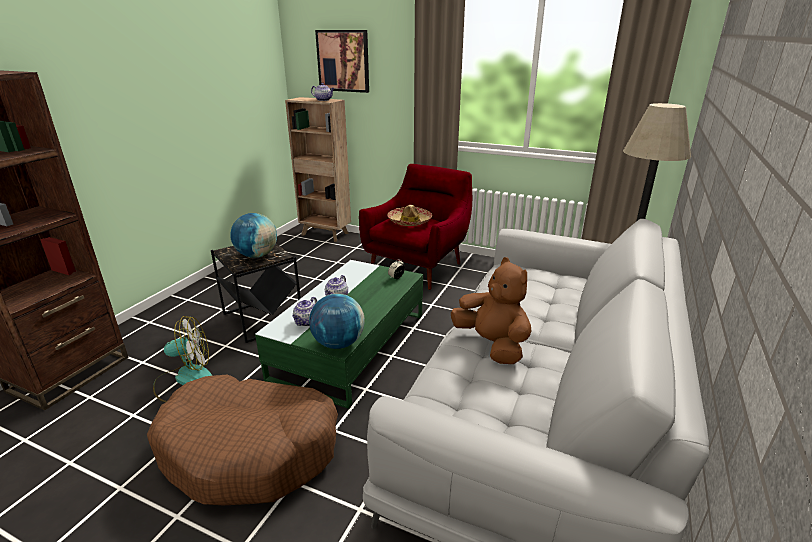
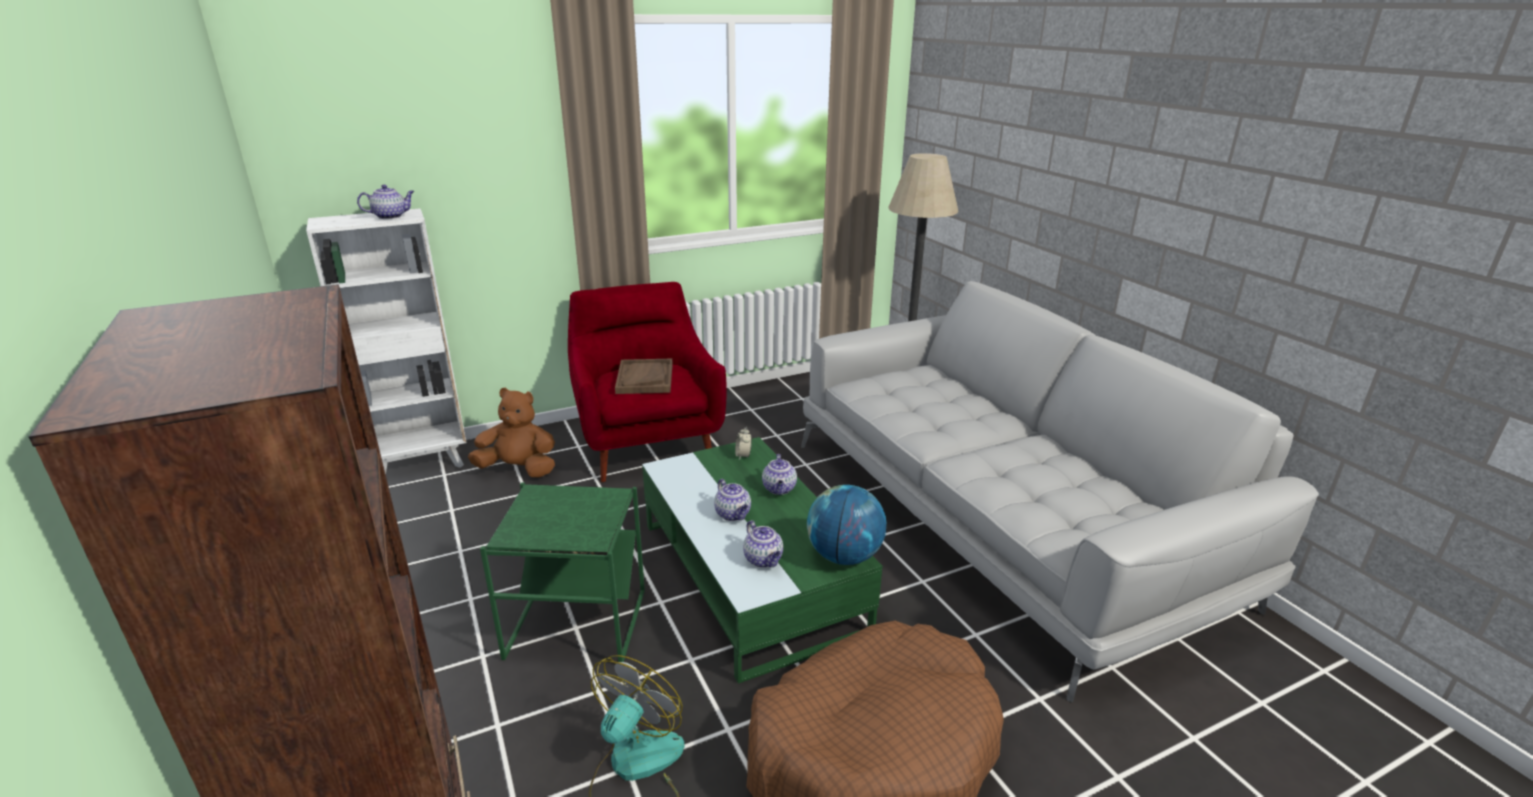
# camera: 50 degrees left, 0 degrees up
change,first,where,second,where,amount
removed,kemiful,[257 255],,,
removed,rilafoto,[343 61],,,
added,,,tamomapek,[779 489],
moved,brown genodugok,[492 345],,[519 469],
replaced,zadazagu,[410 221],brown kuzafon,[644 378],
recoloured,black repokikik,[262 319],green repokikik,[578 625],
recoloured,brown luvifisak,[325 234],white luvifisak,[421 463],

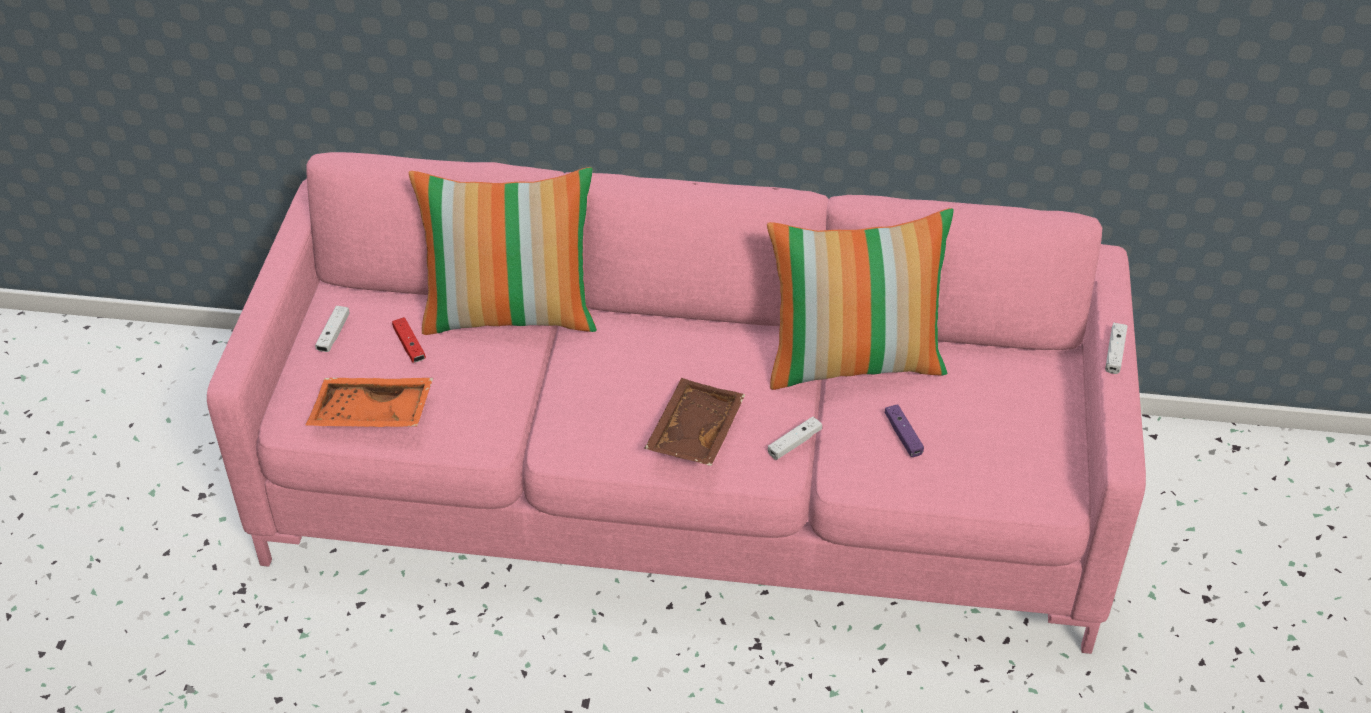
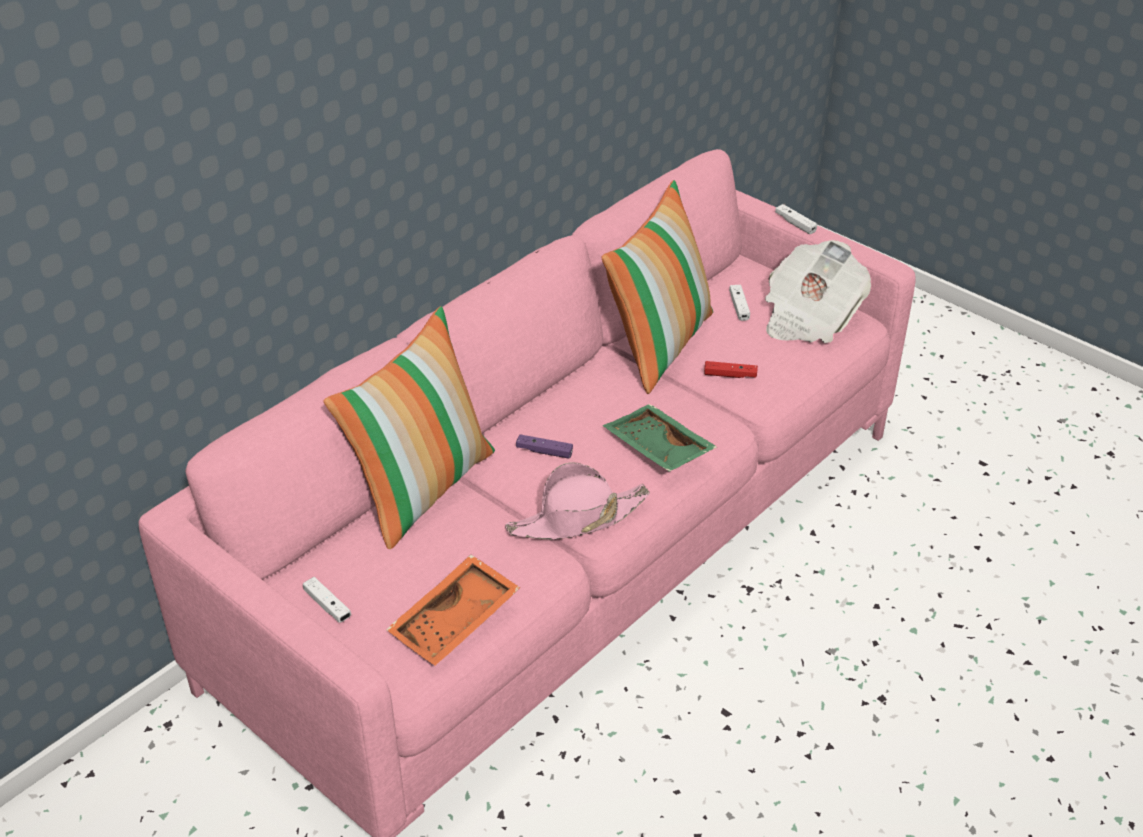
# camera: 55 degrees left, 5 degrees down
change,first,where,second,where,amount
added,,,pink zadazagu,[577 518],
added,,,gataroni,[809 317],
moved,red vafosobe,[409 345],,[730 375],
moved,white vafosobe,[794 443],,[739 307],
moved,purple vafosobe,[903 435],,[544 451],
recoloured,brown kuzafon,[693 432],green kuzafon,[656 449],

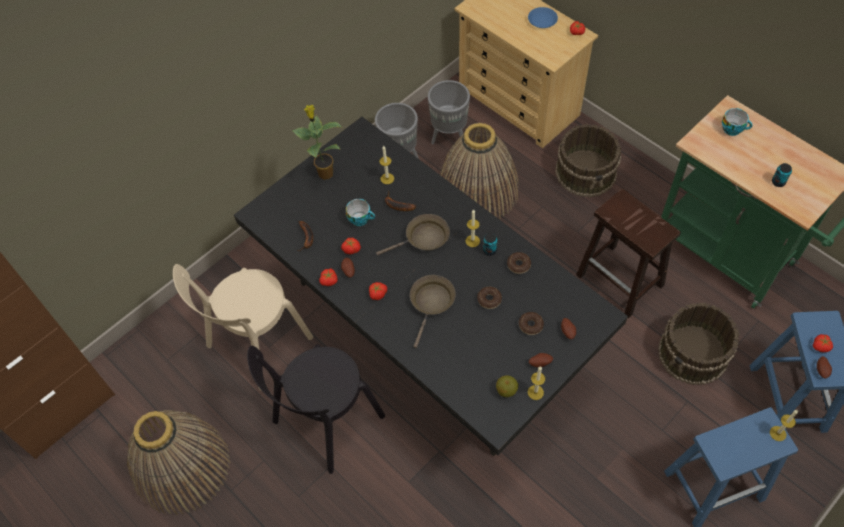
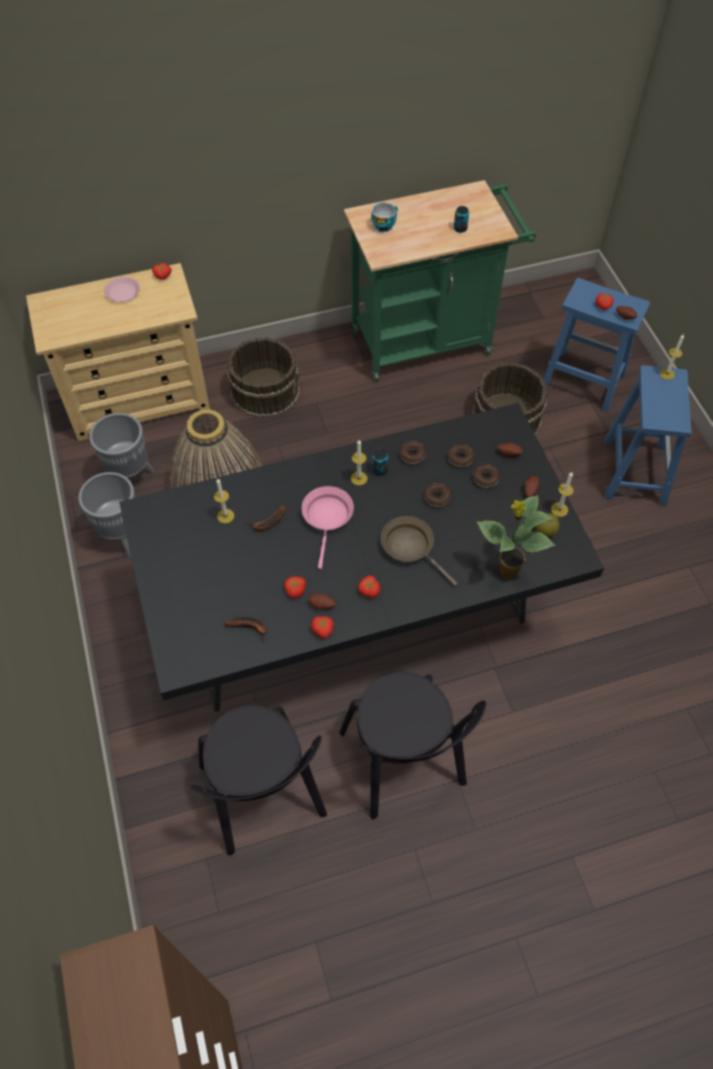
# camera: 65 degrees left, 0 degrees up
change,first,where,second,where,amount
removed,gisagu,[182 467],,,
removed,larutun,[361 219],,,
removed,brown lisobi,[621 281],,,
added,,,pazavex,[460 458],
moved,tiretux,[325 173],,[507 571],
recoloured,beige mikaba,[256 345],black mikaba,[264 796],
recoloured,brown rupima,[424 239],pink rupima,[327 518],
recoloured,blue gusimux,[542 20],pink gusimux,[122 292],

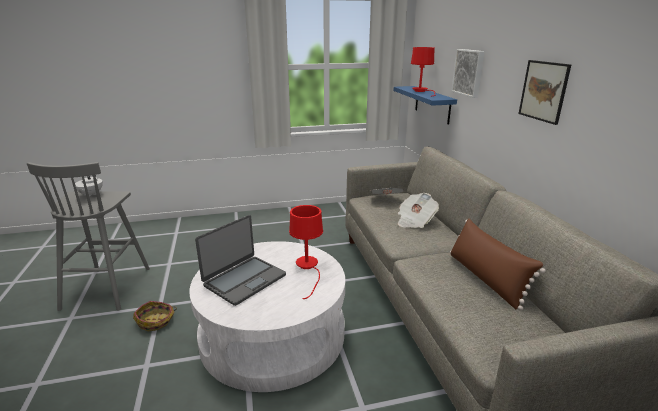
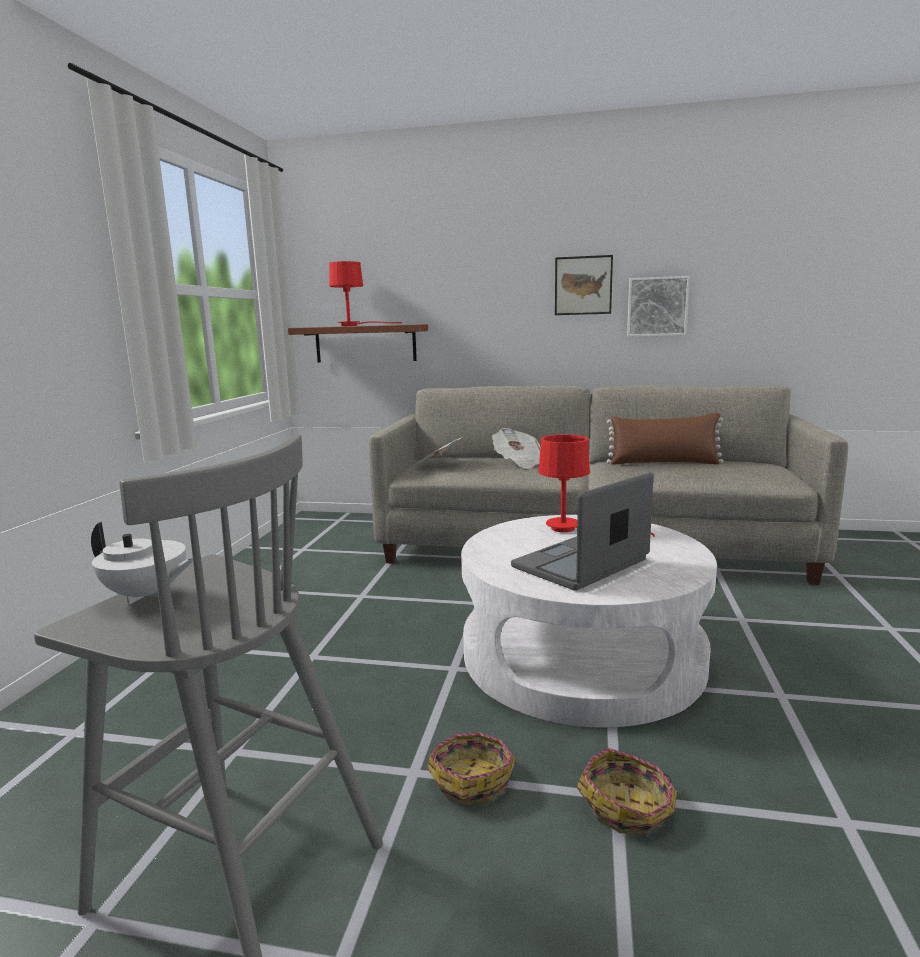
# camera: 65 degrees left, 10 degrees down
change,first,where,second,where,amount
added,,,gisagu,[628 806],
moved,rilafoto,[469 72],,[657 307],
recoloured,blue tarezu,[432 104],brown tarezu,[365 343],
turned,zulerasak,[244 280],,[581 564],105 degrees counterclockwise

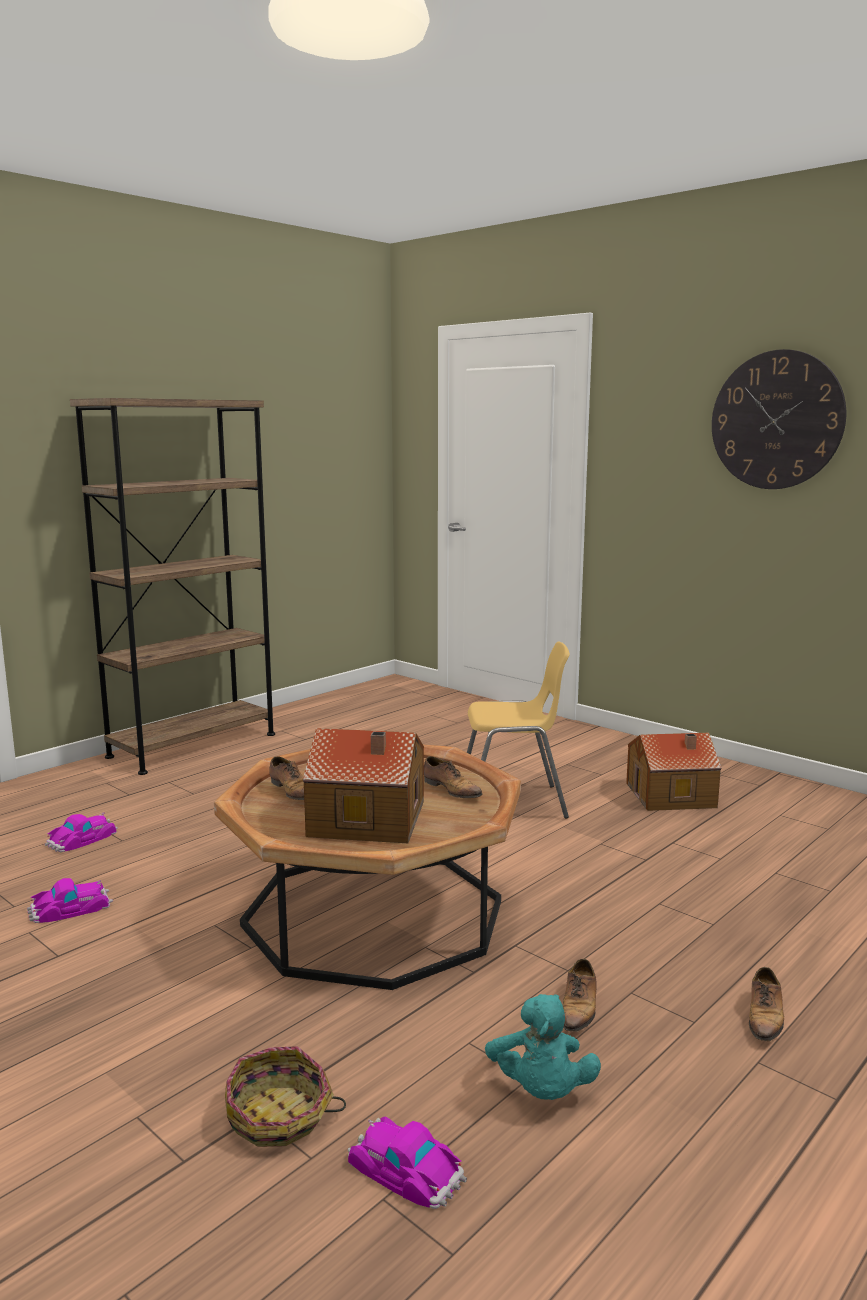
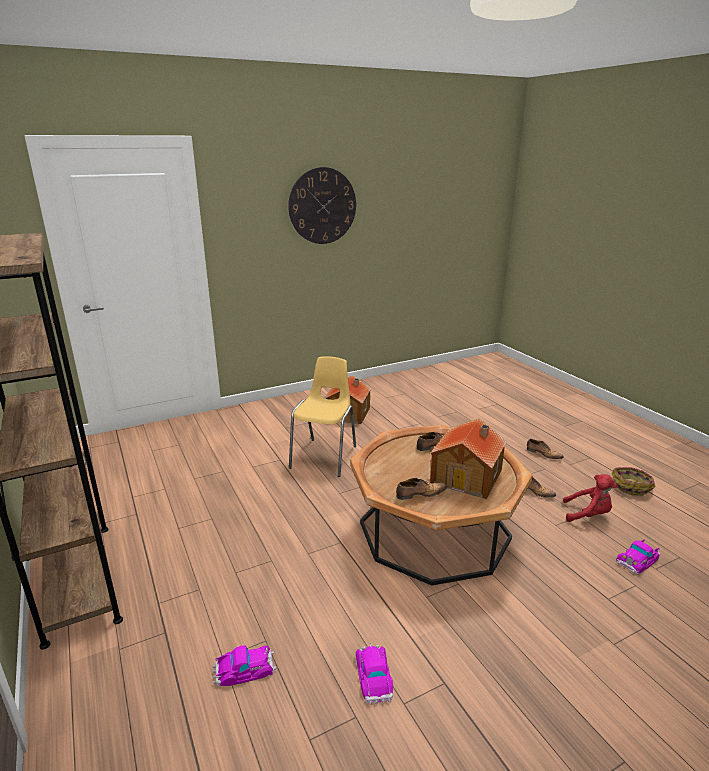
# camera: 70 degrees left, 10 degrees up
change,first,where,second,where,amount
moved,gisagu,[279 1116],,[631 486],
recoloured,turquoise genodugok,[541 1091],red genodugok,[588 515],
turned,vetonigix,[82 838],,[244 669],105 degrees clockwise

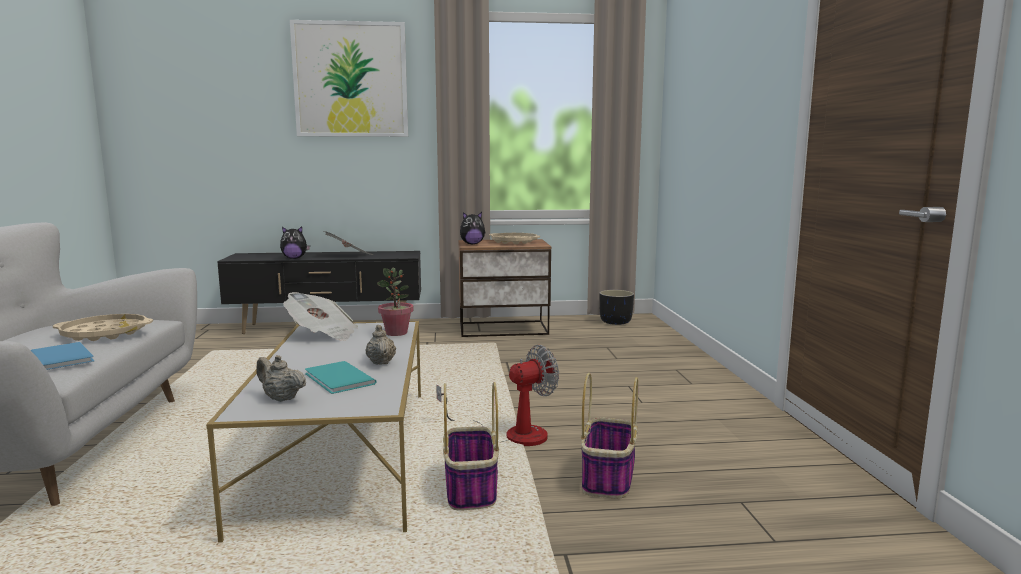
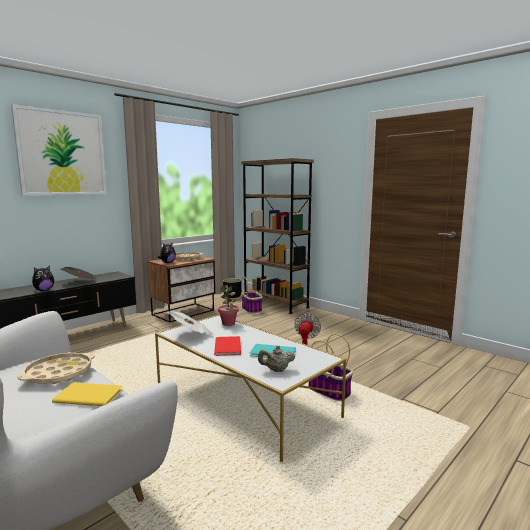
# camera: 40 degrees left, 0 degrees up
change,first,where,second,where,amount
removed,beige tamomapek,[381 362],,,
added,,,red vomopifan,[229 346],
added,,,brown luvifisak,[275 304],
moved,gisagu,[608 479],,[252 309],
recoloured,blue vomopifan,[64 357],yellow vomopifan,[88 395],

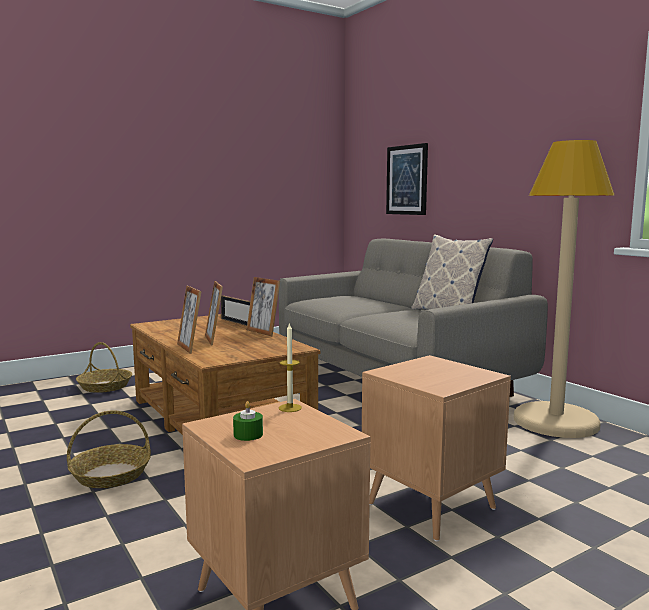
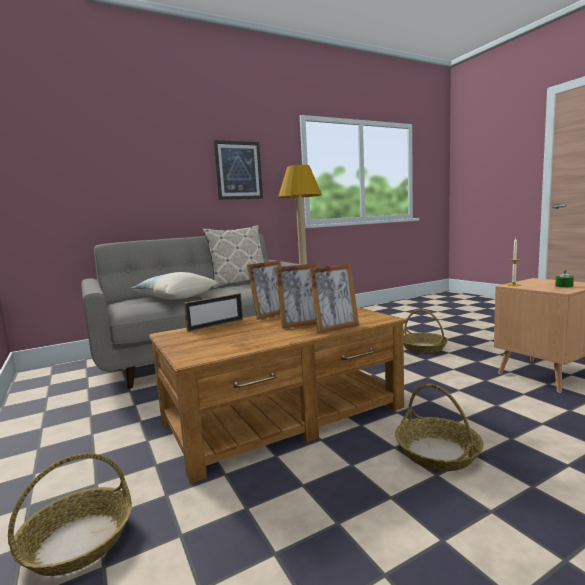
# camera: 85 degrees left, 0 degrees up
change,first,where,second,where,amount
added,,,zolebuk,[175 297],
moved,rilafoto,[407 180],,[238 170],
replaced,brown repokikik,[431 506],gisagu,[423 348],

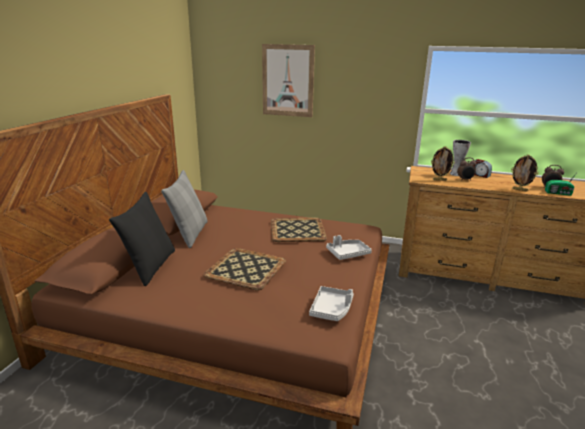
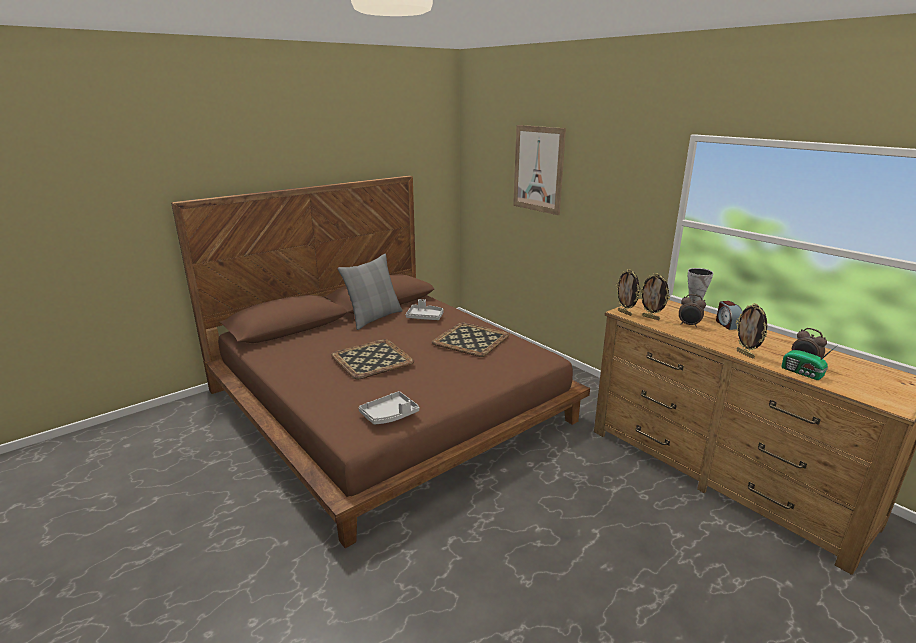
# camera: 35 degrees right, 0 degrees up
change,first,where,second,where,amount
removed,black zolebuk,[150 266],,,
added,,,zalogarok,[625 313],
moved,grey kuzafon,[347 253],,[425 317],

